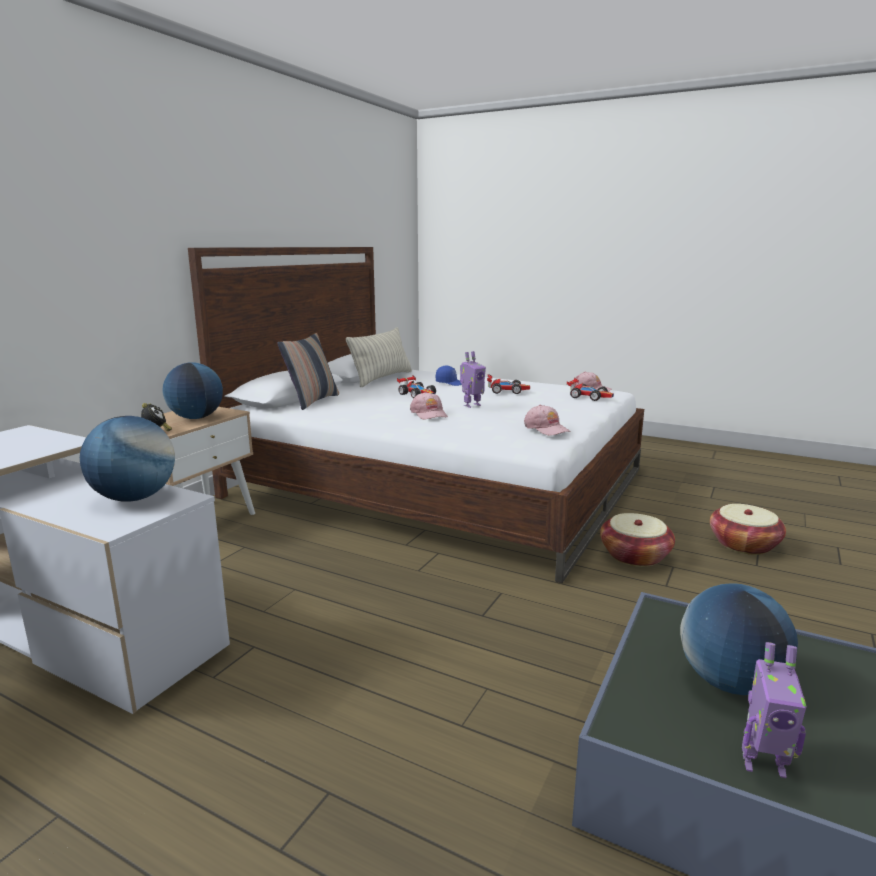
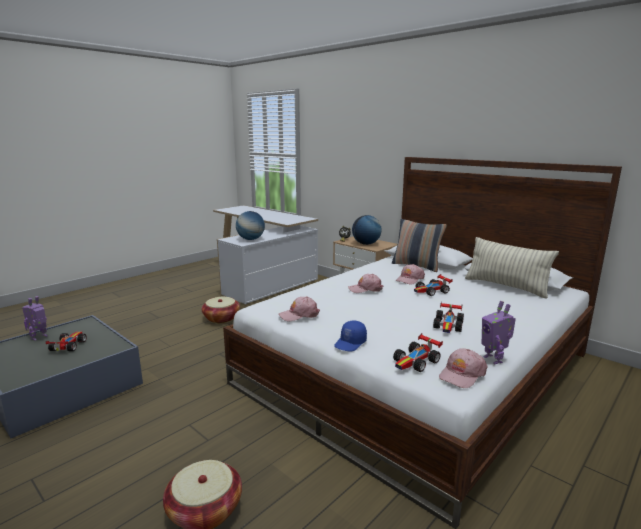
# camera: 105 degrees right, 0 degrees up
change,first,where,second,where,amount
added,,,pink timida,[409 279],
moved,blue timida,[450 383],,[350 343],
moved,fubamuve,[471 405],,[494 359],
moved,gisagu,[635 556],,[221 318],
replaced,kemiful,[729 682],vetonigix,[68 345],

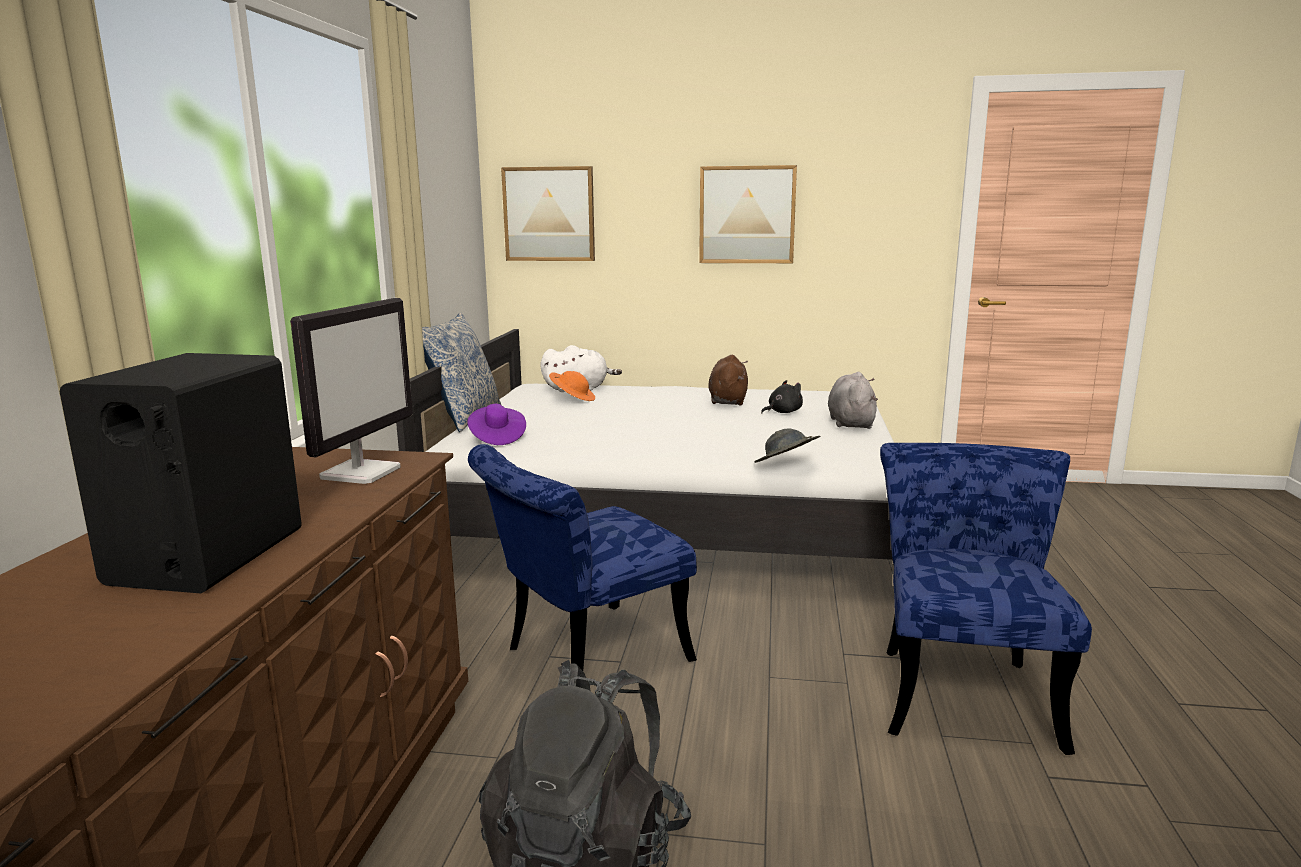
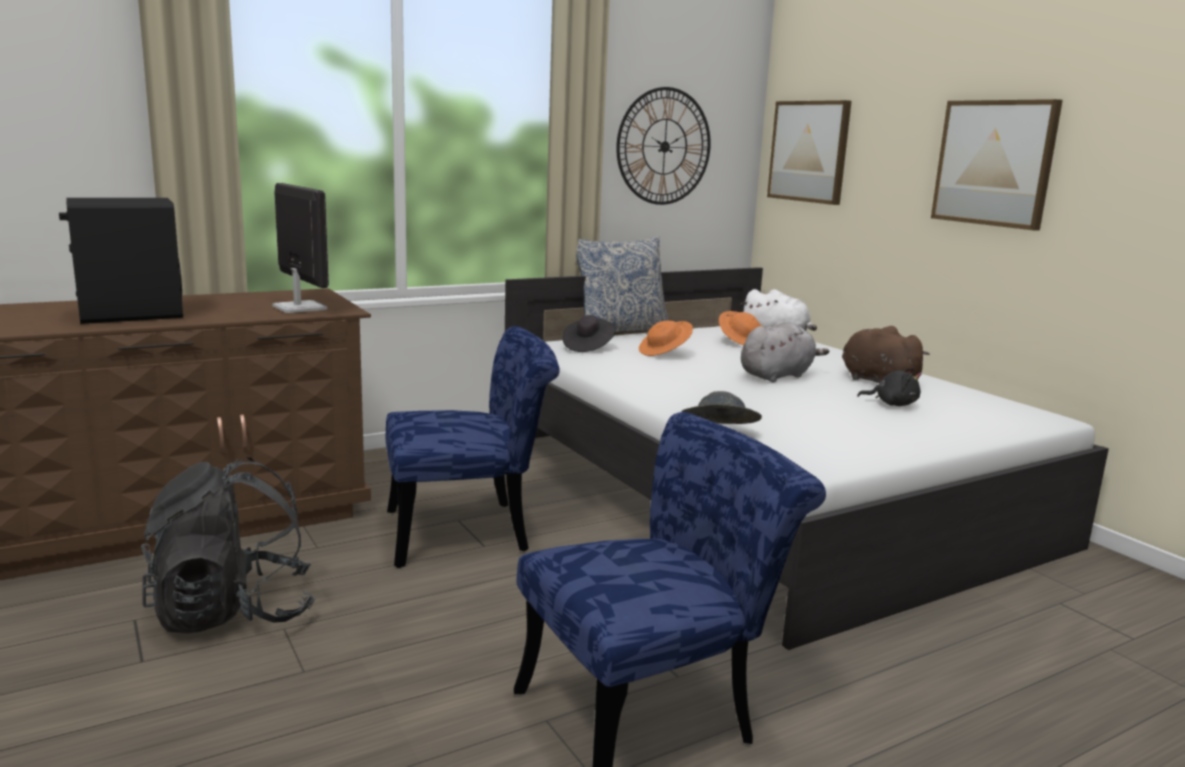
# camera: 50 degrees right, 0 degrees up
change,first,where,second,where,amount
added,,,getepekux,[664 146],
added,,,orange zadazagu,[665 352],
moved,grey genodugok,[850 423],,[778 376],
recoloured,purple zadazagu,[497 438],black zadazagu,[588 347],
turned,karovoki,[361 472],,[299 308],105 degrees counterclockwise
turned,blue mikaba,[583 658],,[471 532],150 degrees clockwise
turned,brown genodugok,[728 400],,[876 381],90 degrees counterclockwise

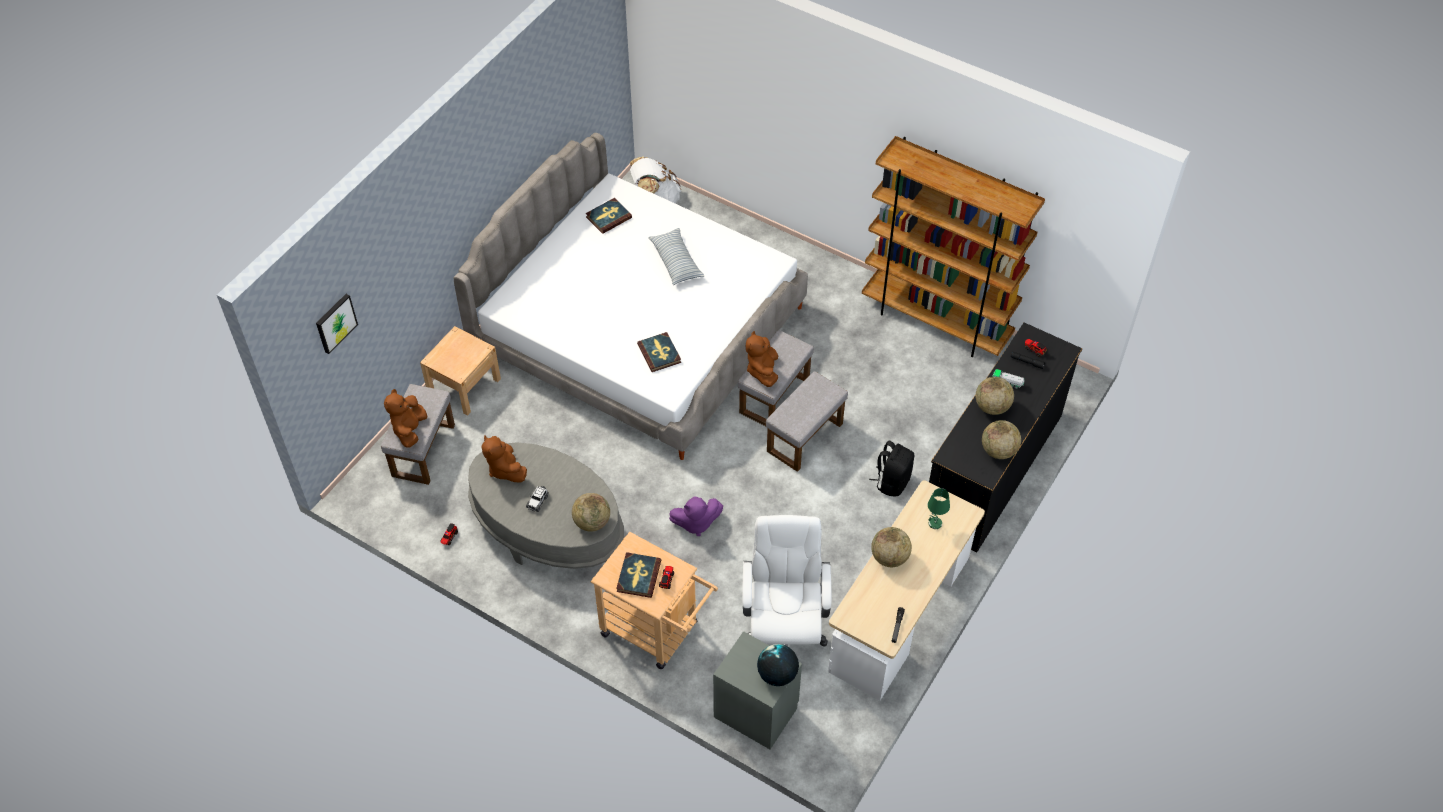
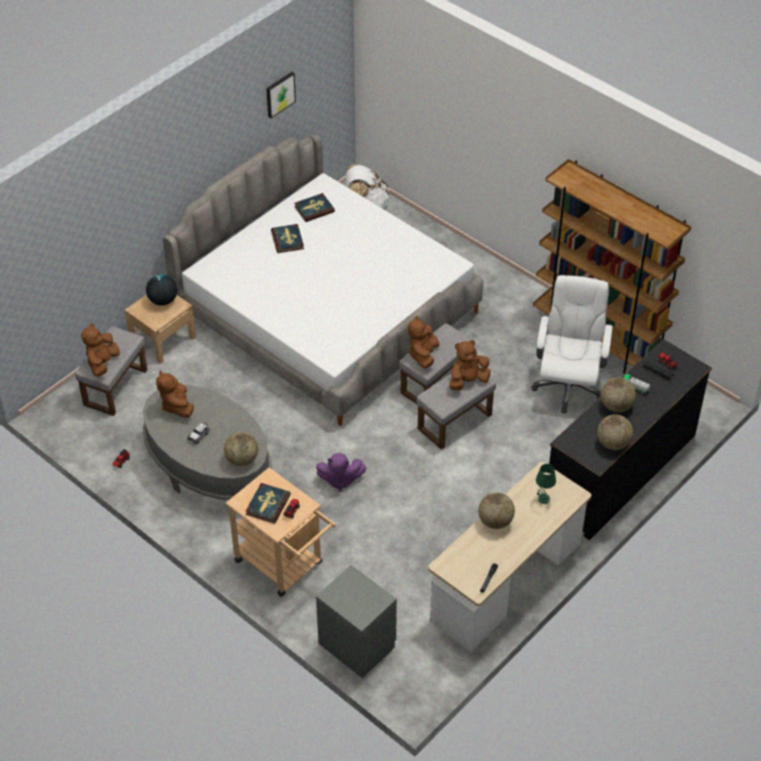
# camera: 10 degrees right, 5 degrees down
change,first,where,second,where,amount
removed,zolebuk,[676 262],,,
removed,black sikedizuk,[892 482],,,
added,,,brown genodugok,[468 381],
moved,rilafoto,[335 322],,[279 94],
moved,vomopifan,[659 353],,[287 240],
moved,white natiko,[783 630],,[568 385],
moved,kemiful,[777 675],,[163 301],

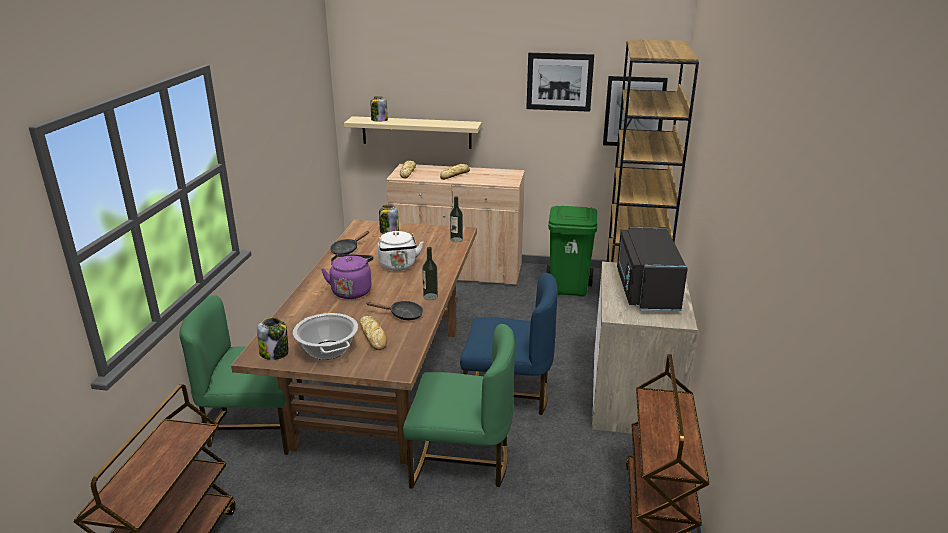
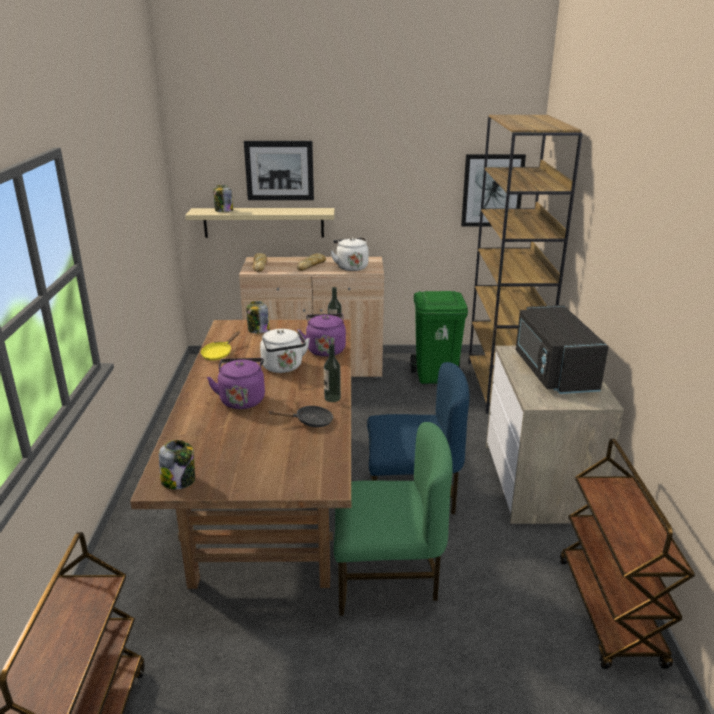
# camera: 10 degrees left, 0 degrees up
change,first,where,second,where,amount
removed,green mikaba,[255 428],,,
removed,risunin,[327 350],,,
removed,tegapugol,[373 337],,,
added,,,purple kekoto,[325 349],
added,,,white kekoto,[351 267],
moved,rilafoto,[559 82],,[279 170],
recoloured,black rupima,[347 250],yellow rupima,[219 354],

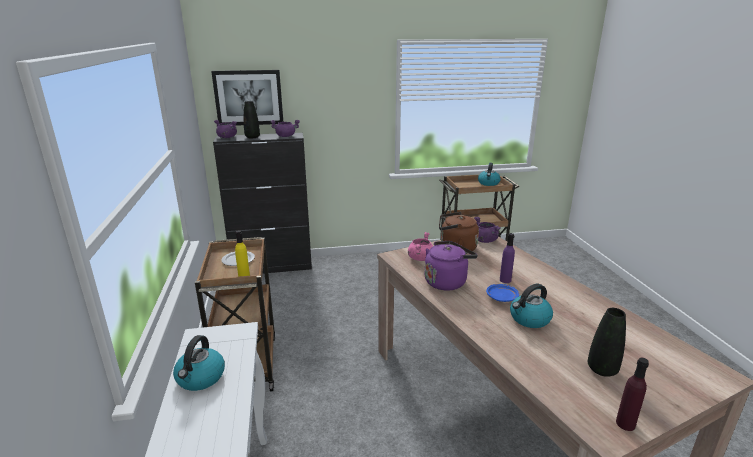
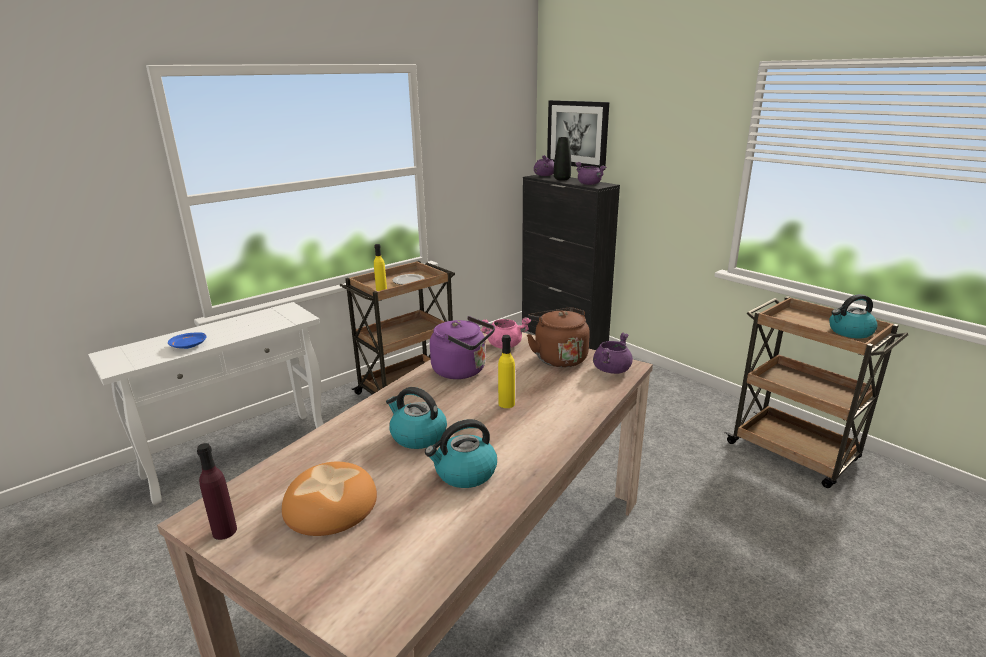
# camera: 60 degrees right, 0 degrees up
change,first,where,second,where,amount
moved,kekoto,[200 378],,[464 473],
moved,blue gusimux,[502 297],,[189 346],
replaced,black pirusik,[602 370],tegapugol,[330 504],
recoloured,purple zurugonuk,[505 280],yellow zurugonuk,[506 403],

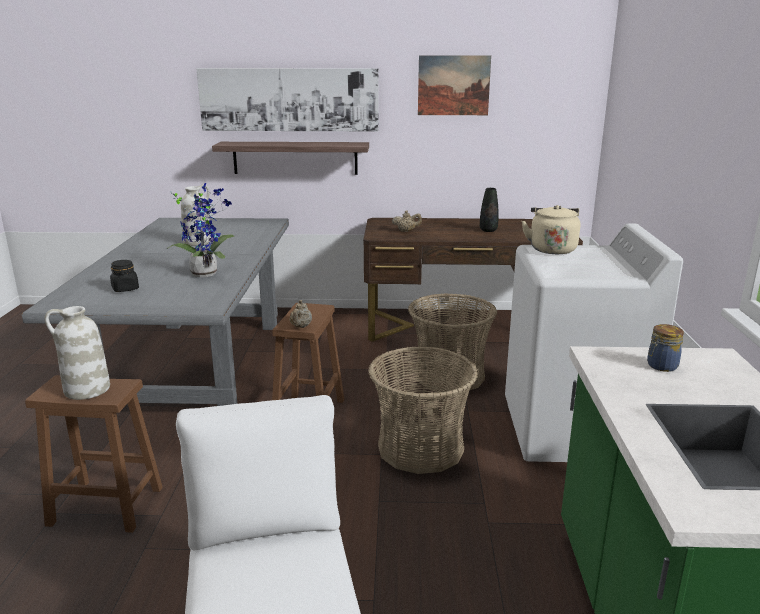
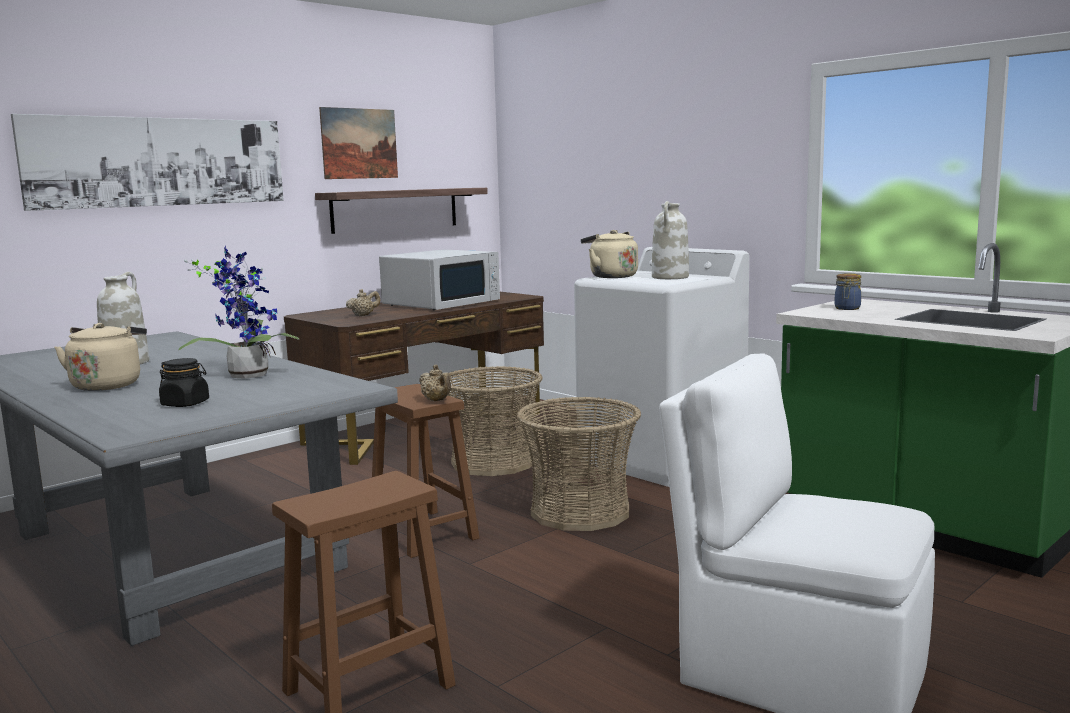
# camera: 45 degrees left, 10 degrees down
change,first,where,second,where,amount
added,,,beige kekoto,[108 385],
moved,white pirusik,[86 390],,[670 277],
moved,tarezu,[295 158],,[395 209],
replaced,black pirusik,[488 230],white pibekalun,[442 303],

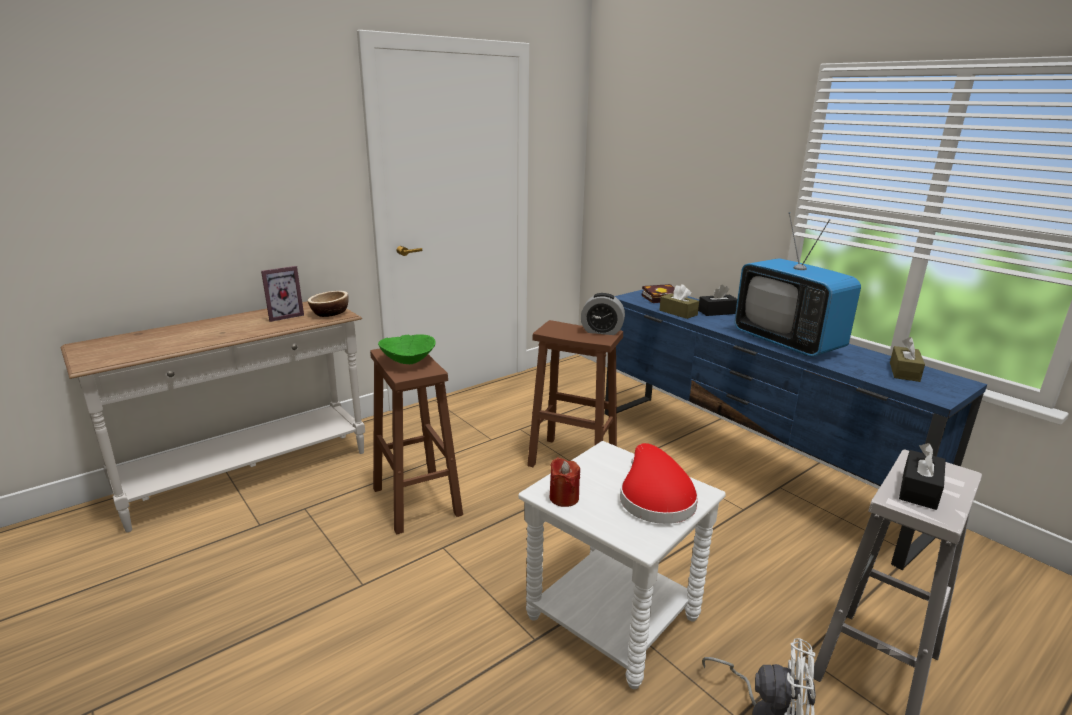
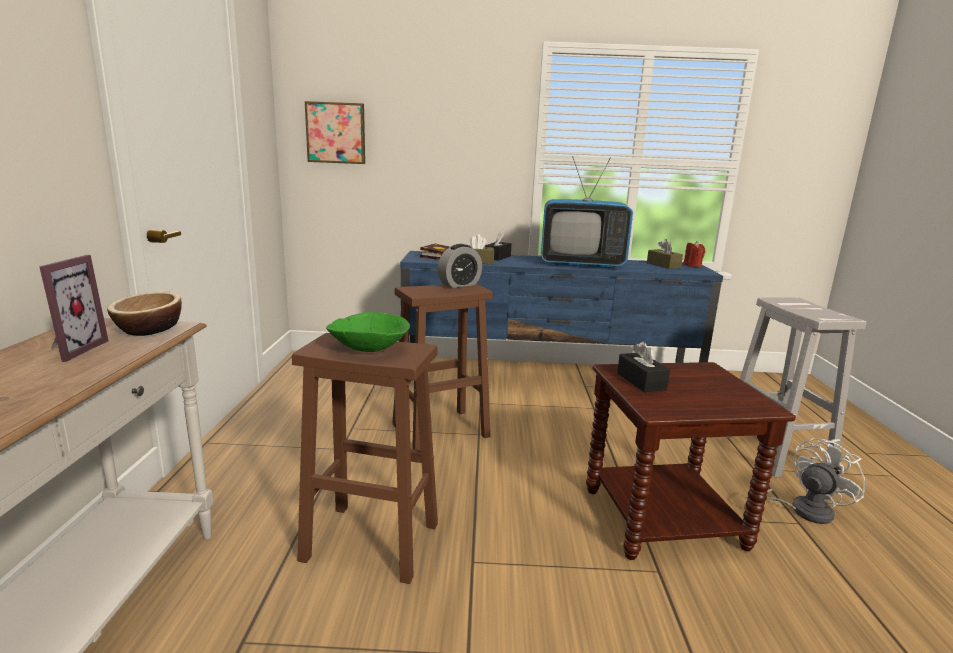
# camera: 50 degrees left, 5 degrees down
change,first,where,second,where,amount
removed,red zadazagu,[654 498],,,
added,,,rilafoto,[336 133],
moved,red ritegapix,[564 498],,[692 265],
moved,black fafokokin,[919 490],,[641 381],
recoloured,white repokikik,[614 618],brown repokikik,[663 518],

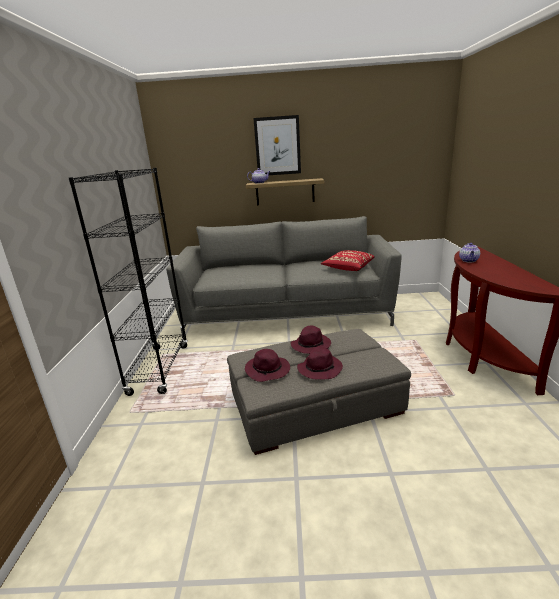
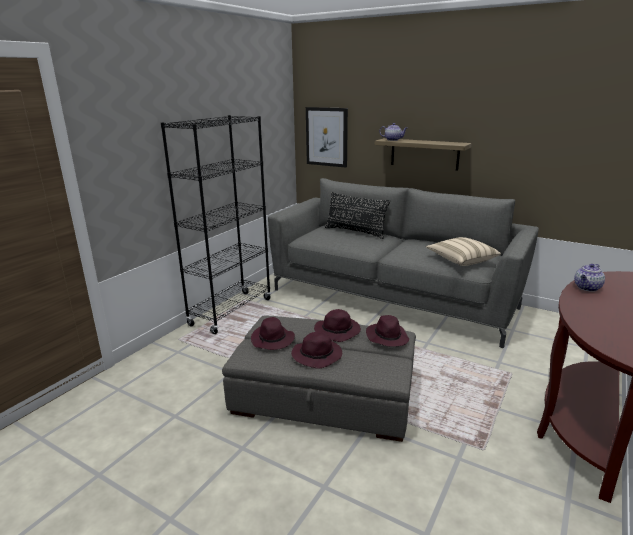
# camera: 30 degrees right, 0 degrees up
change,first,where,second,where,amount
added,,,black zolebuk,[355 232],
added,,,purple zadazagu,[387 337],
moved,rilafoto,[277 146],,[327 137],
recoloured,red zolebuk,[348 268],beige zolebuk,[461 260],

